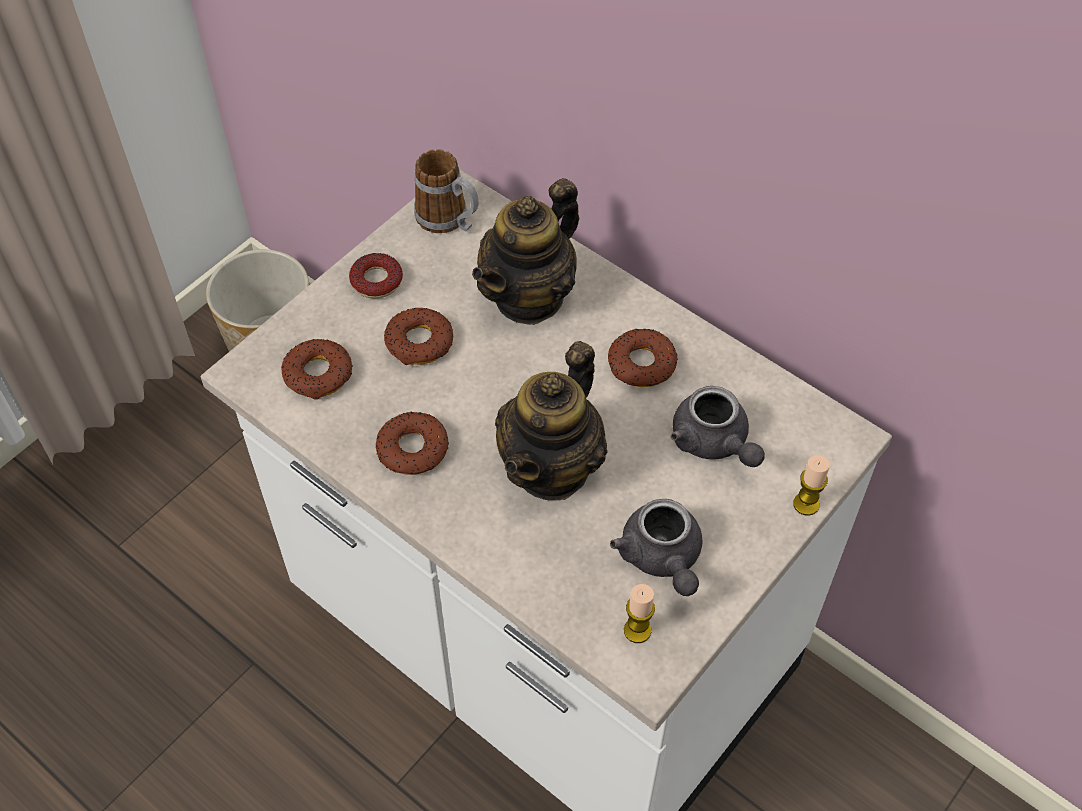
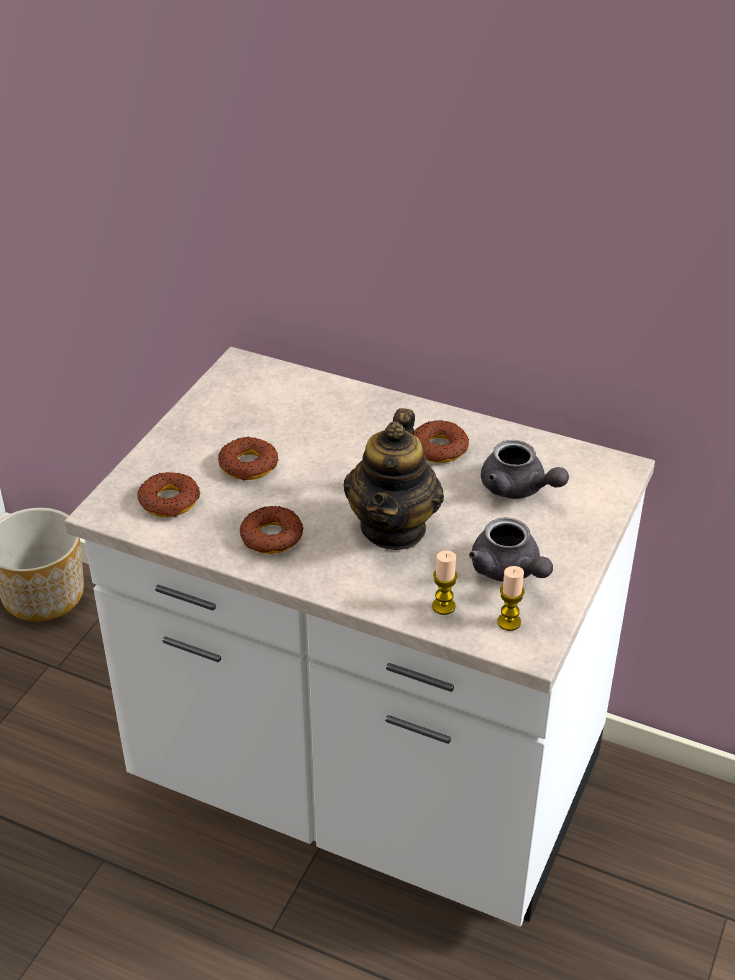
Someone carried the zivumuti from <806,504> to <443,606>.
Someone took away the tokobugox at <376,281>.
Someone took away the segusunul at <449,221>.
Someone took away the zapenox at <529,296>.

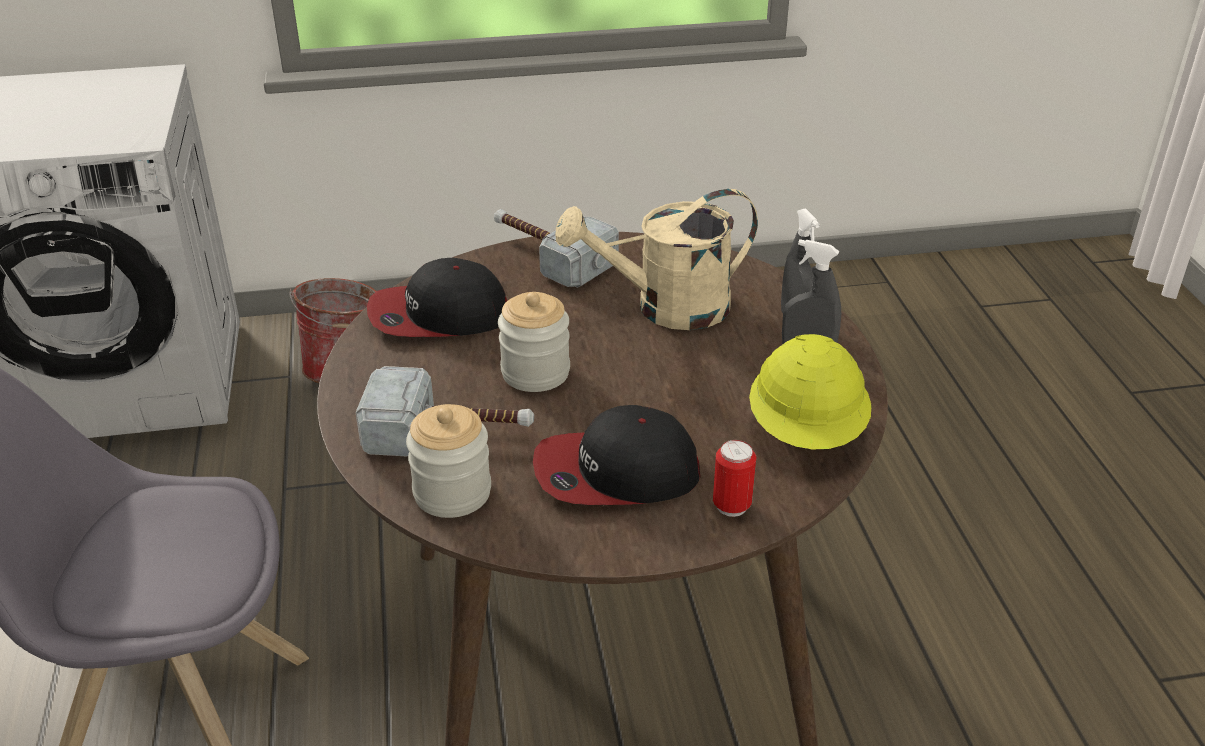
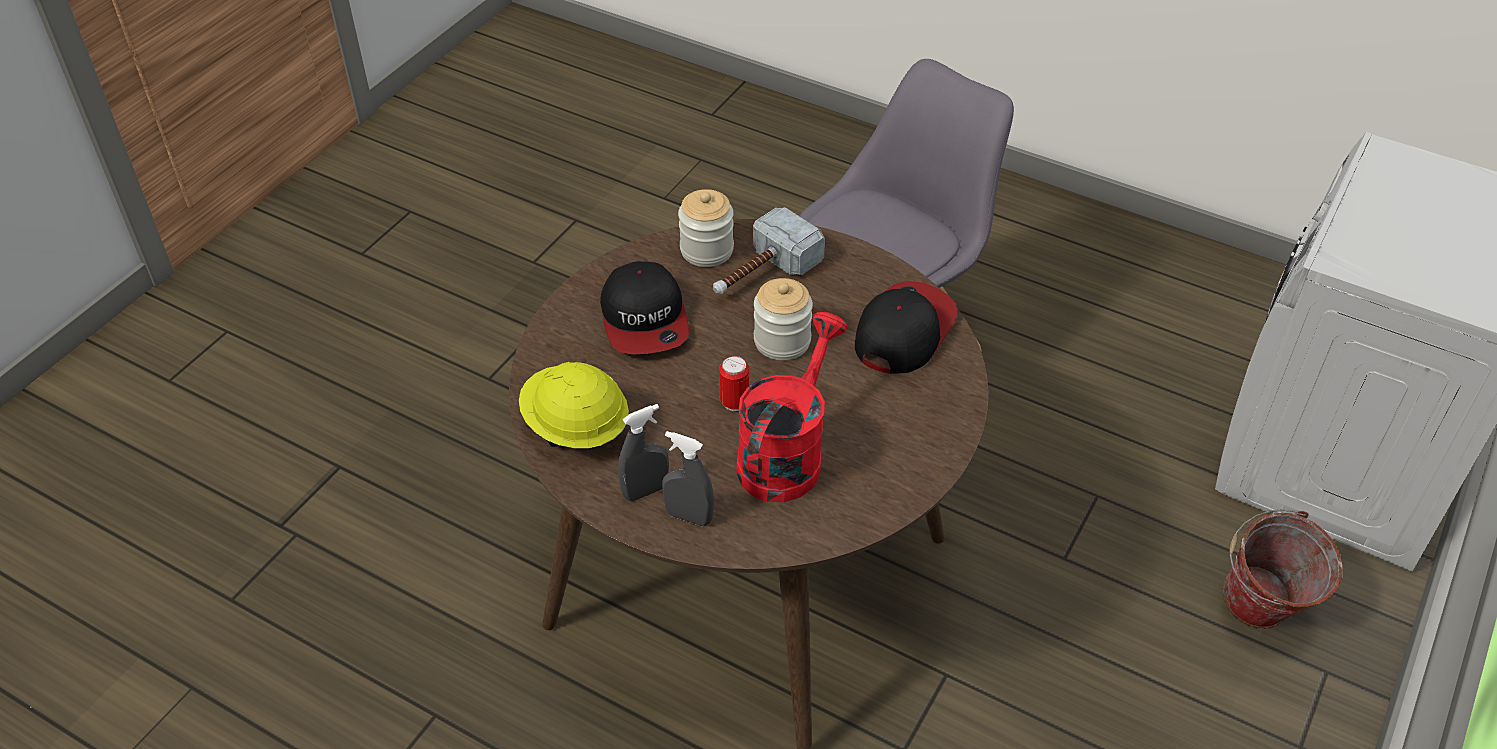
Someone rotated the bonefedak at <615,473> by 135 degrees clockwise.
Someone carried the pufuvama from <731,506> to <734,402>.
Someone repainted the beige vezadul at <666,308>, which became the red vezadul at <786,454>.
Someone took away the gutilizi at <547,255>.

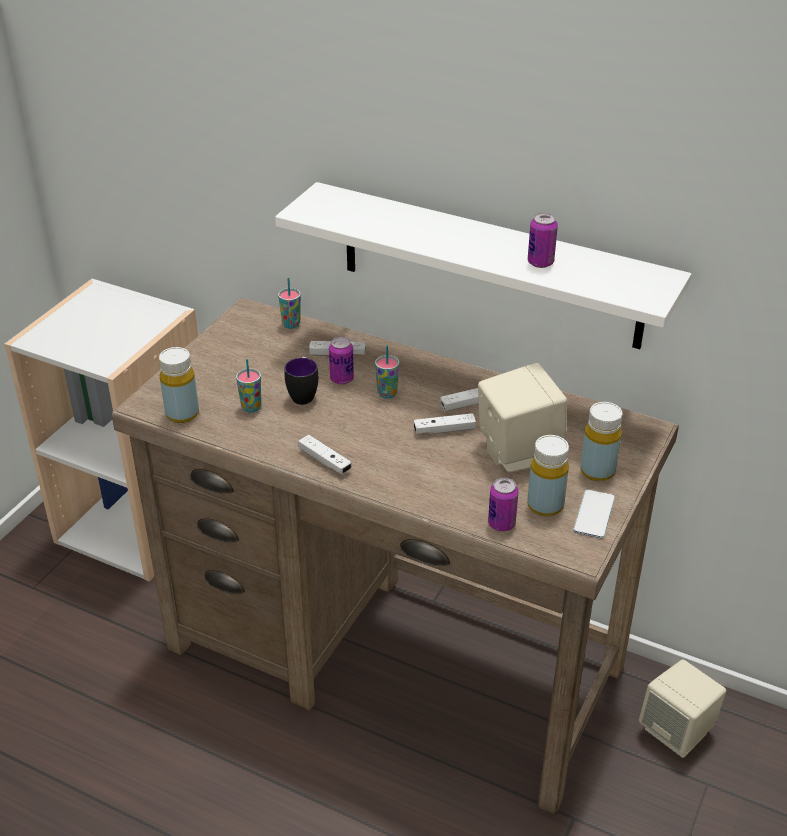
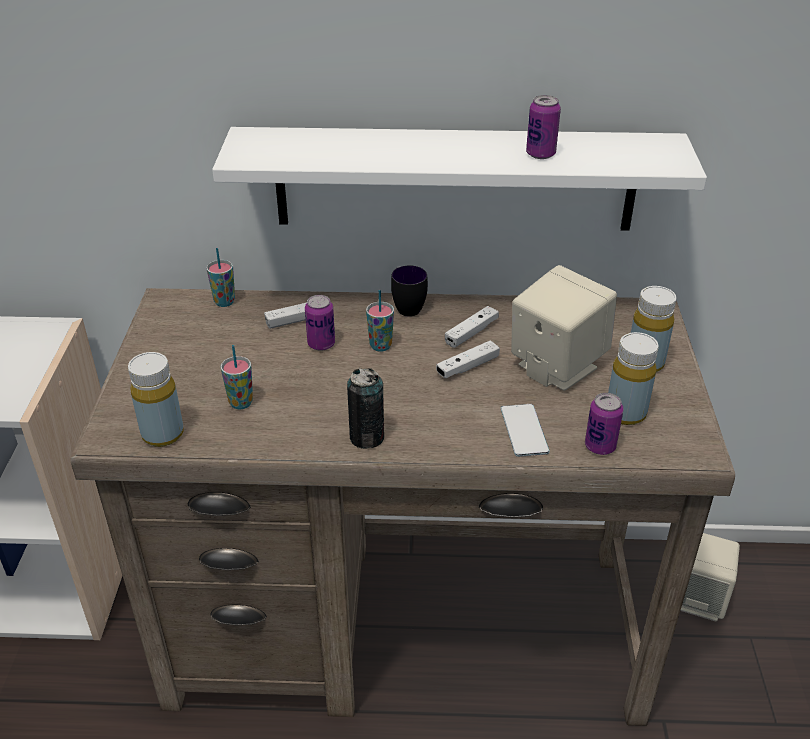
Someone swapped the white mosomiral at <325,461> for the pufuvama at <367,437>.
Someone carried the segusunul from <303,394> to <406,306>.
Someone carried the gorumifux from <594,514> to <524,430>.

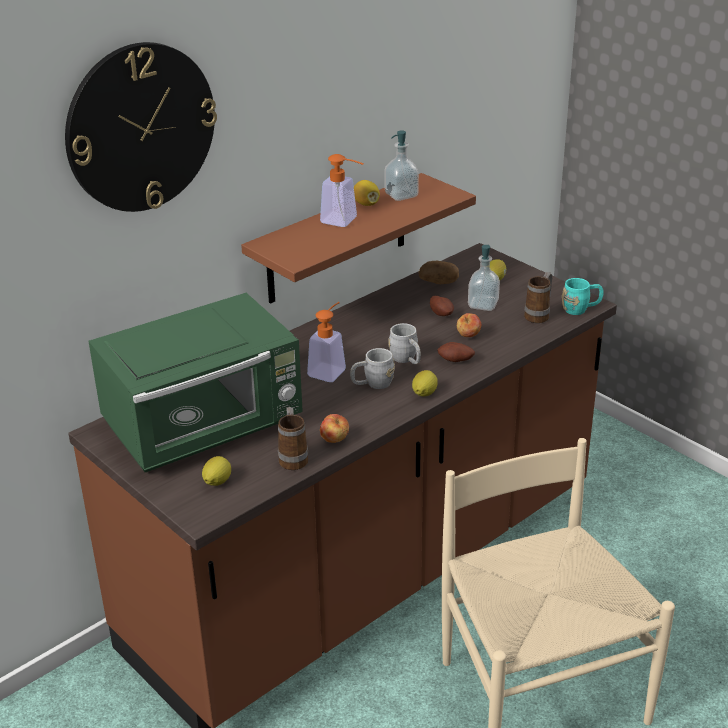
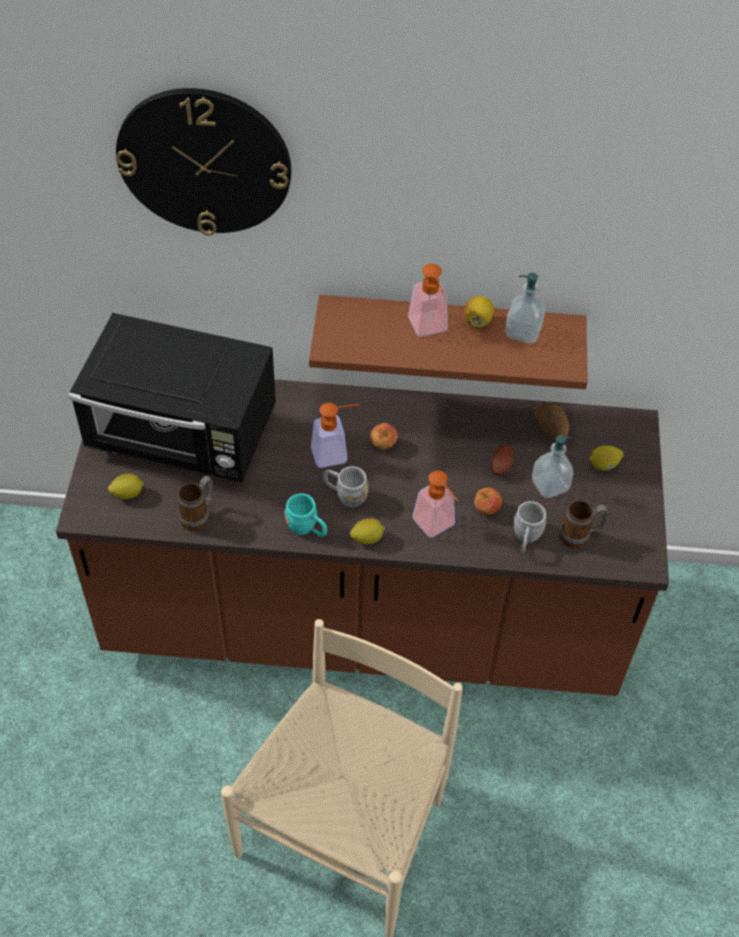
Someone repainted the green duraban at <206,427>, which became the black duraban at <184,436>.
Someone carried the turquoise segusunul from <581,309> to <307,529>.
Someone carried the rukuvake from <334,440> to <383,444>.
Someone swapped the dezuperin at <455,361> for the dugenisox at <437,527>.
Someone carried the grey segusunul from <406,360> to <525,539>.

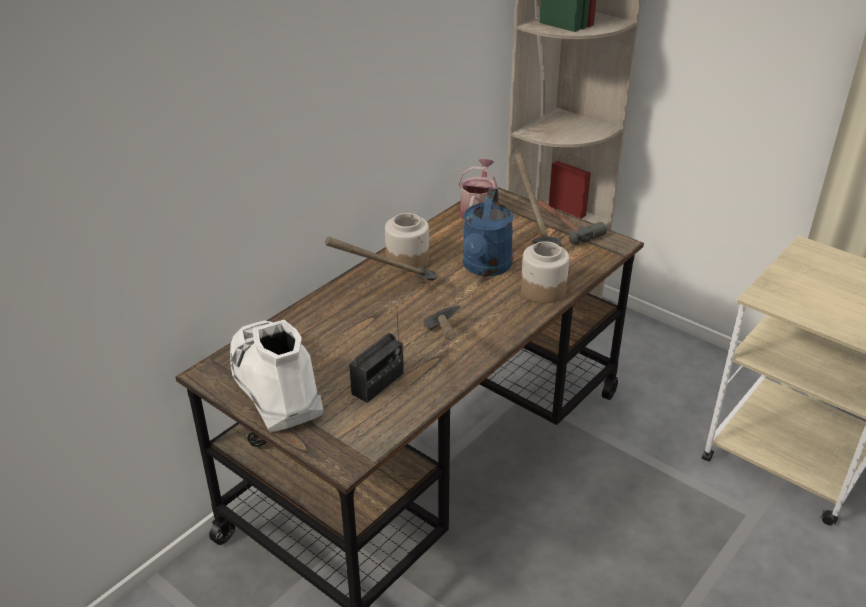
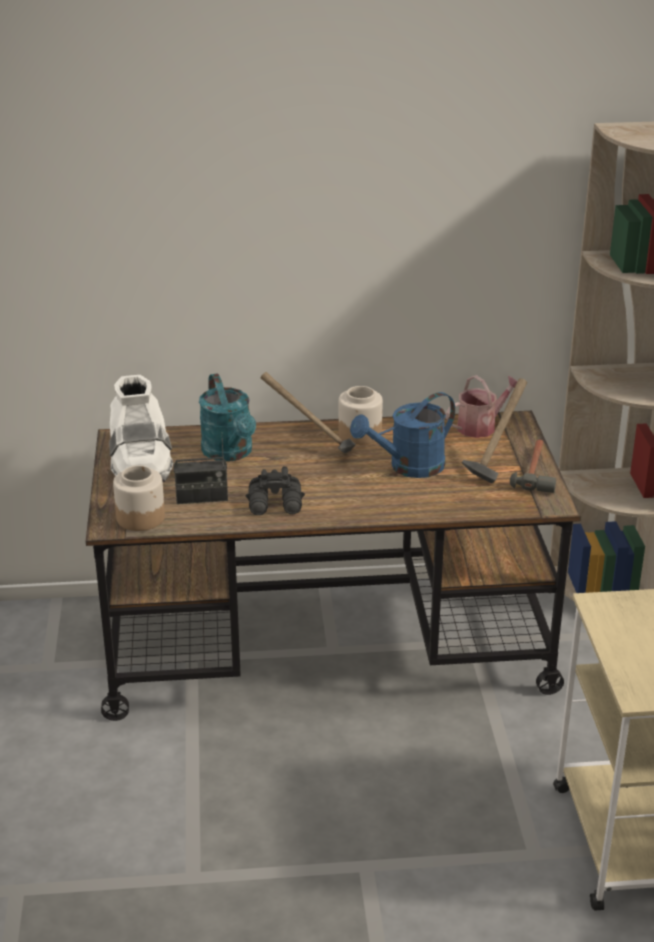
Someone rotated the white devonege at <274,386> by 150 degrees clockwise.
Someone carried the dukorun from <542,290> to <141,517>.
Someone put down the turquoise vezadul at <230,453>.
Someone swapped the gutilizi at <445,353> for the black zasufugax at <276,504>.

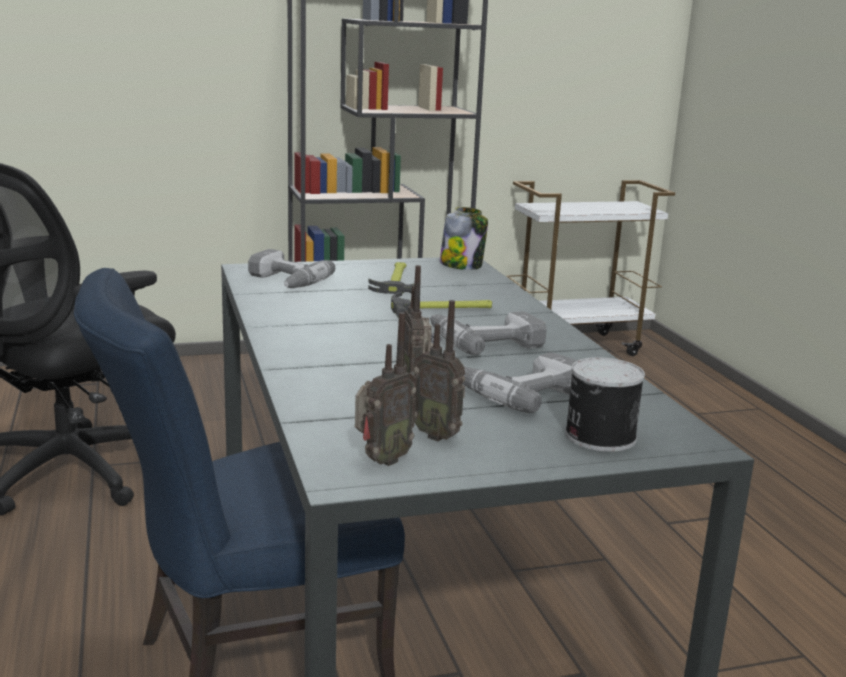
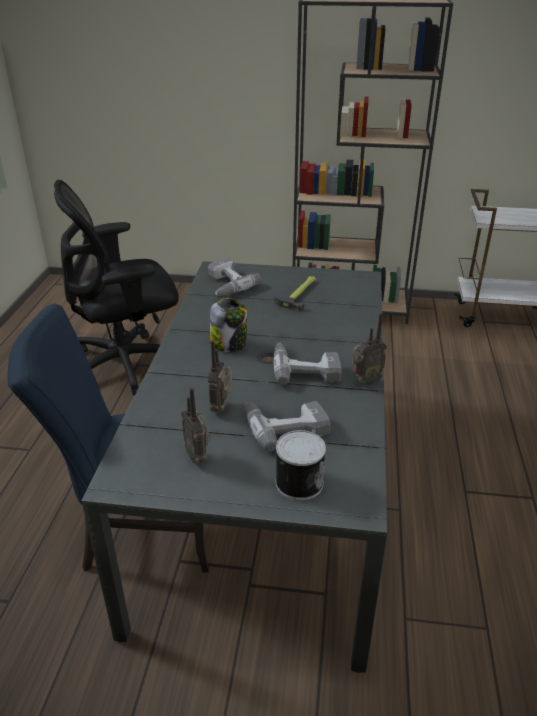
Someone carried the dukorun from <462,265> to <229,344>.
Someone carried the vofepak from <381,461> to <365,381>.
Someone took away the gutilizi at <442,310>.

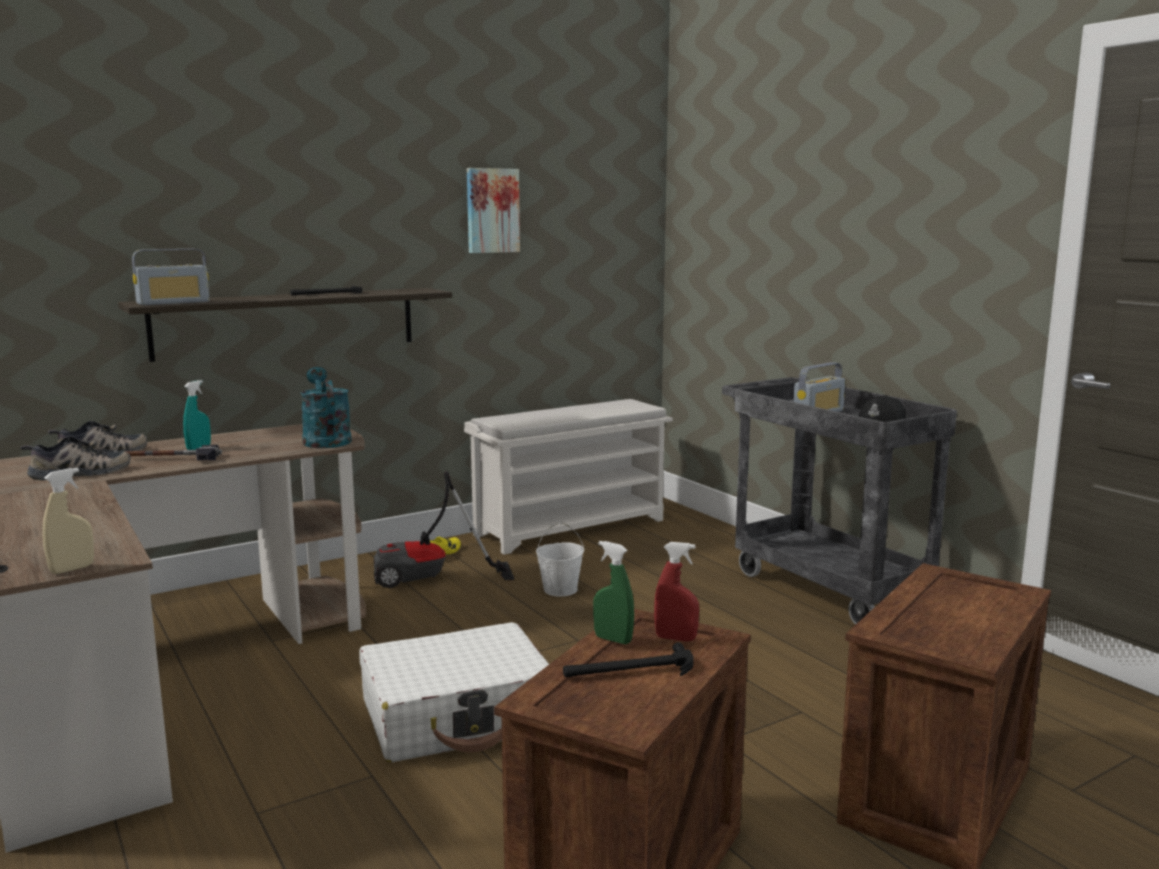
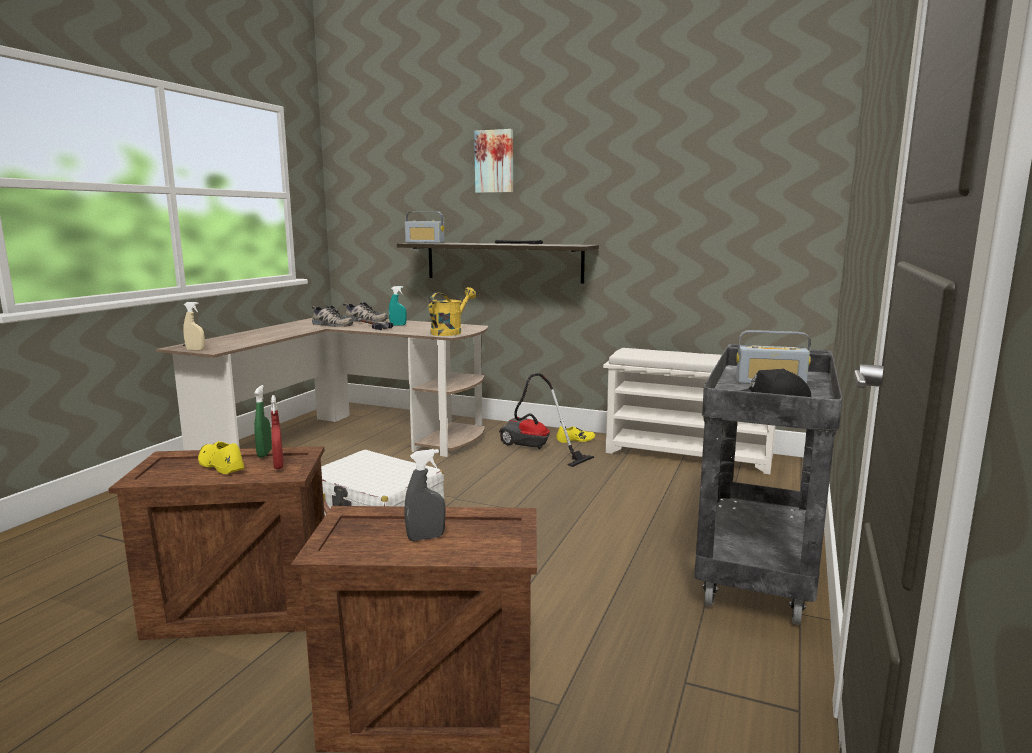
Someone swapped the gutilizi at <629,669> for the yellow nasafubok at <220,465>.
Someone put down the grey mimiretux at <426,537>.
Someone repainted the turquoise vezadul at <325,440>, which became the yellow vezadul at <450,332>.
Someone carried the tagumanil from <492,210> to <495,161>.
Someone took away the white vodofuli at <560,590>.

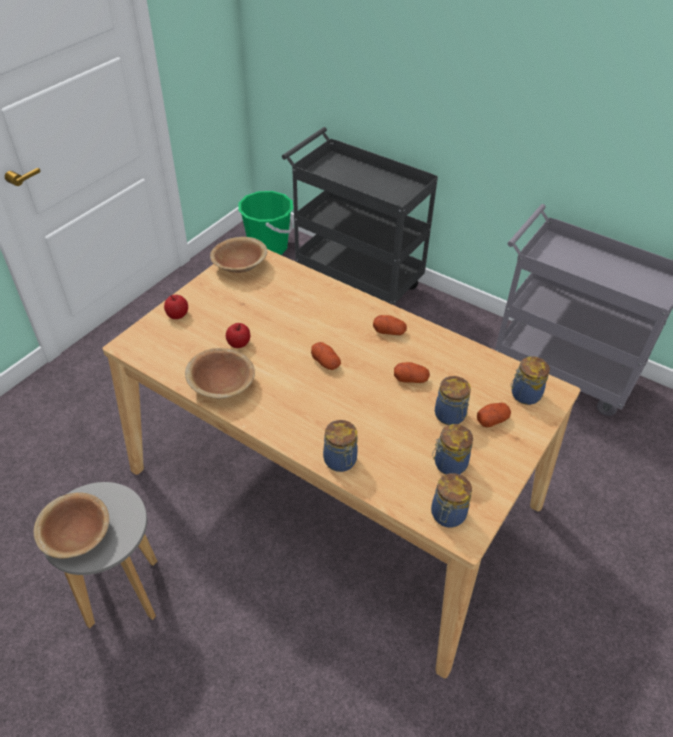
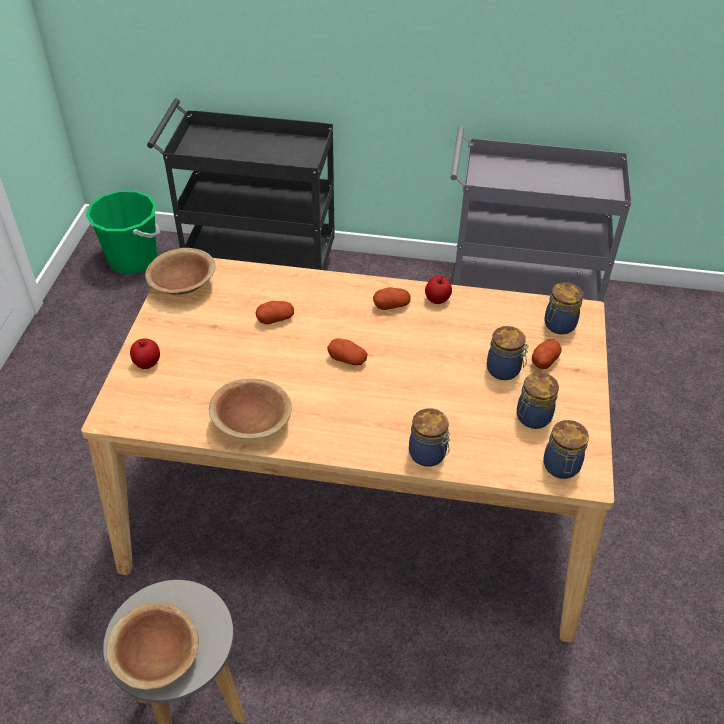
Someone carried the dezuperin from <410,379> to <275,319>.
Someone carried the rukuvake from <239,343> to <437,299>.

